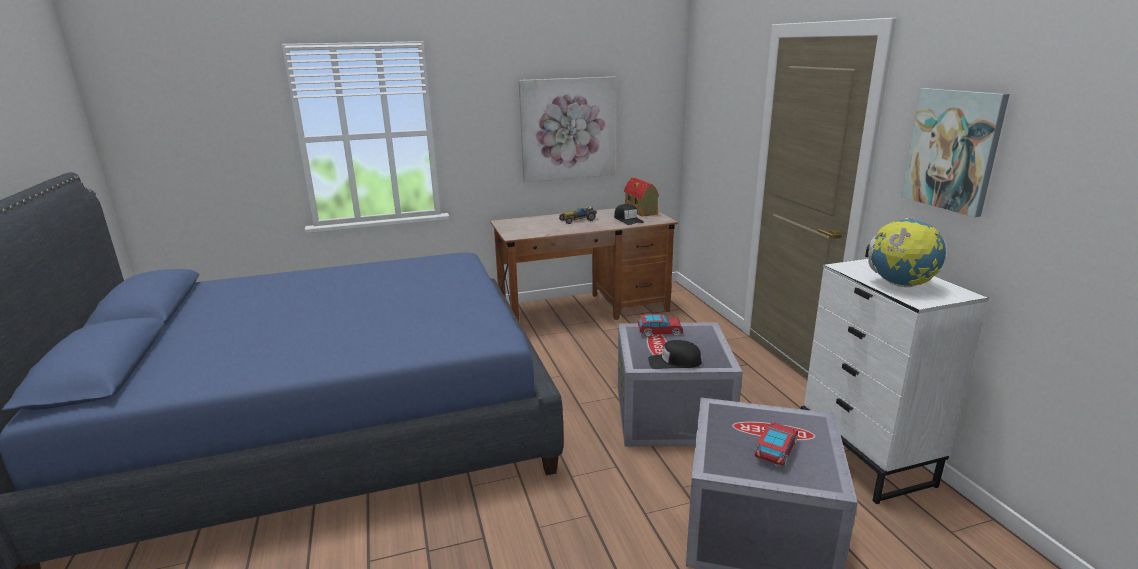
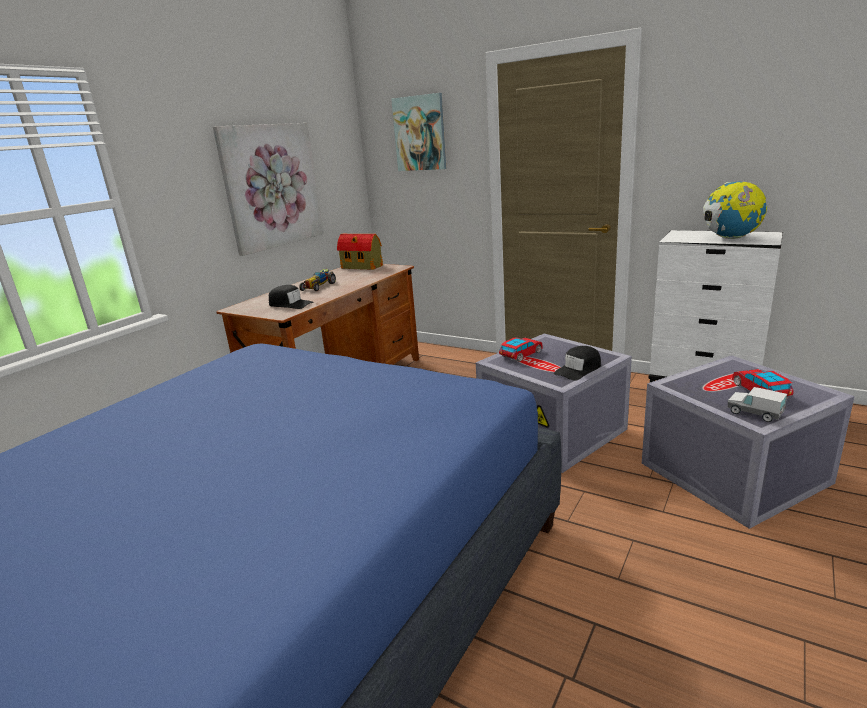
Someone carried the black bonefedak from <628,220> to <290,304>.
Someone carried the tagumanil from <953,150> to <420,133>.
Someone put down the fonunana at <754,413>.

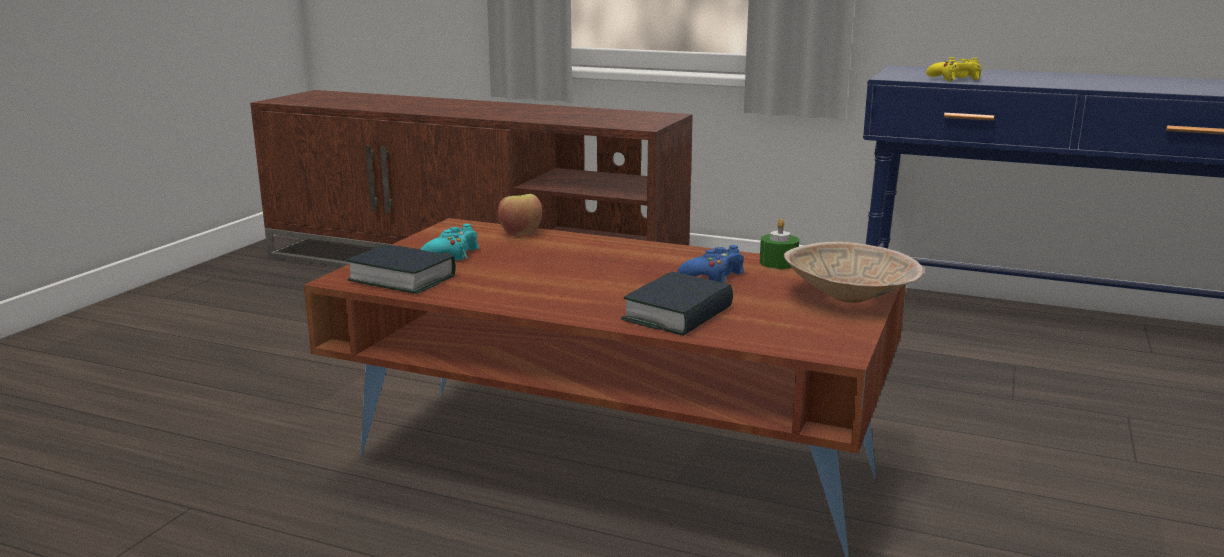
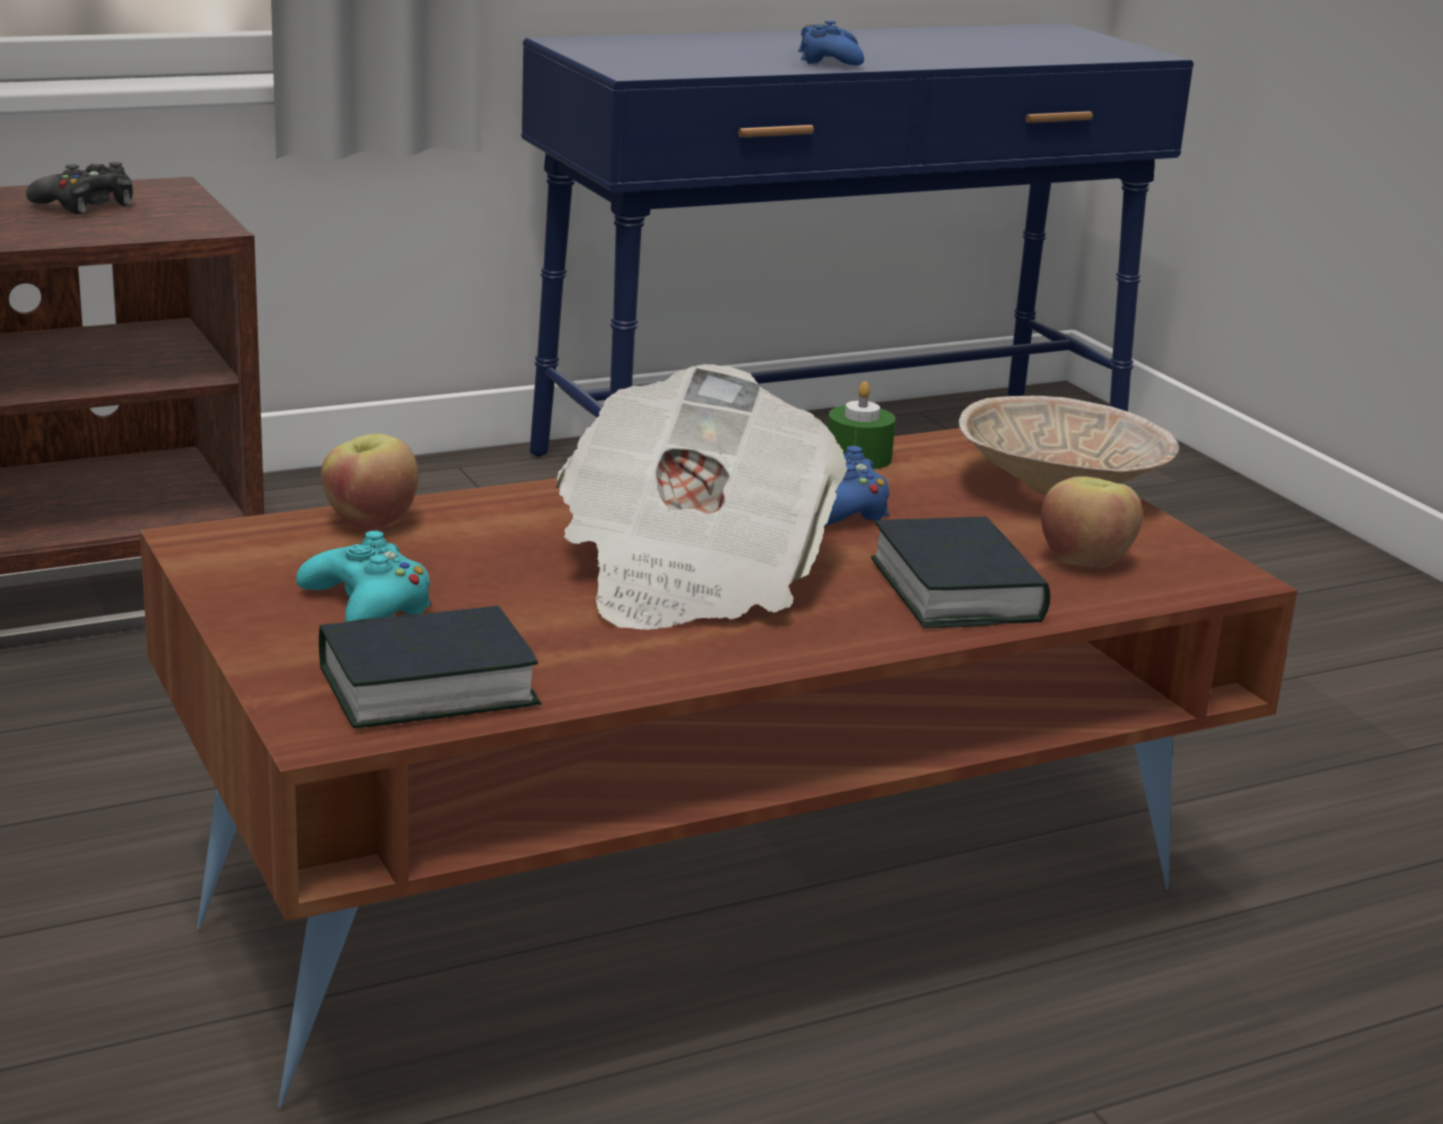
Someone put down the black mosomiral at <86,204>.
Someone put down the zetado at <690,573>.
Someone put down the blue mosomiral at <829,60>.
Someone put down the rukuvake at <1085,560>.
Someone took away the yellow mosomiral at <955,79>.

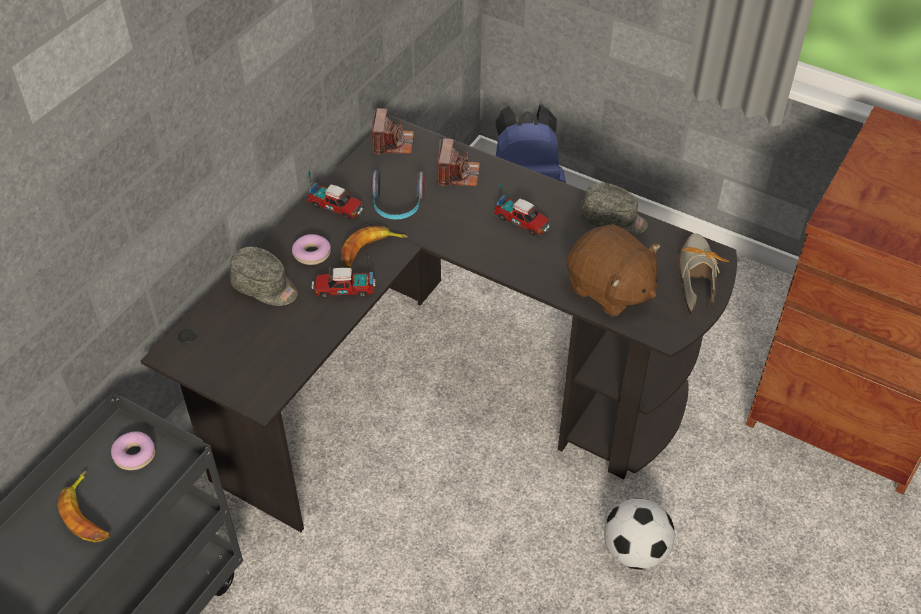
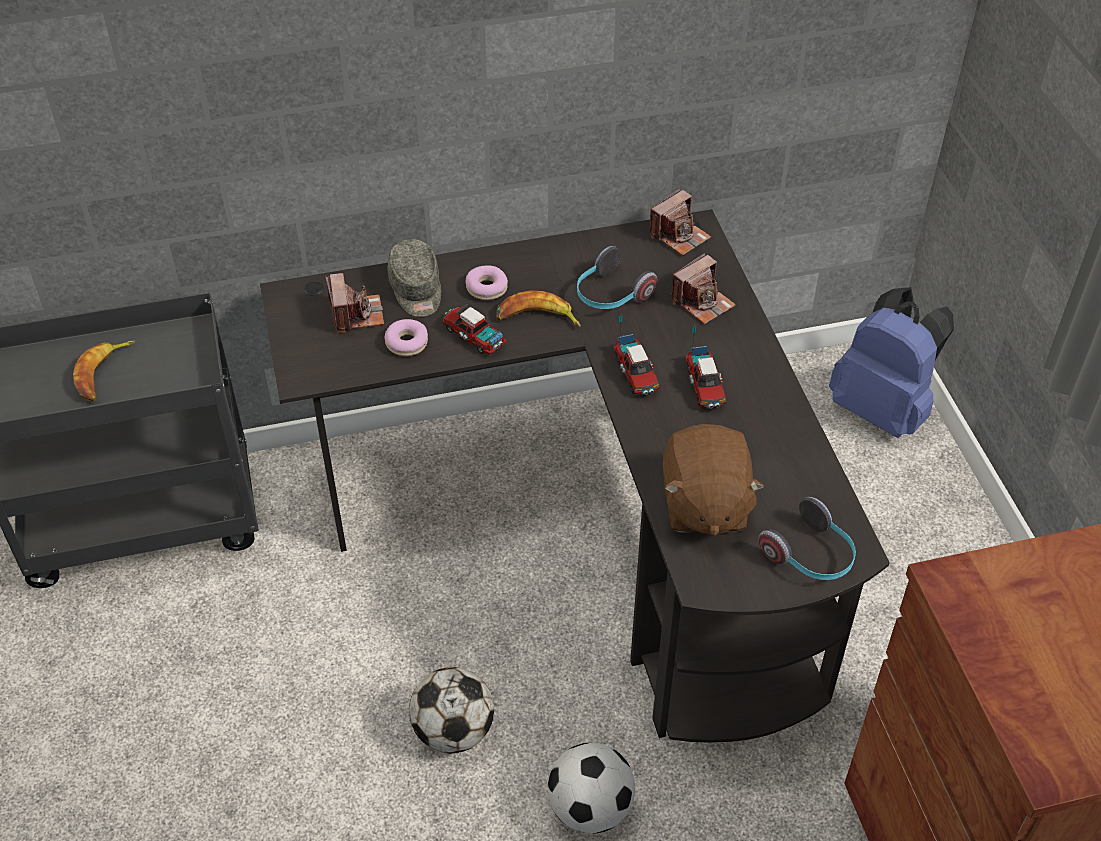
Someone put down the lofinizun at <356,314>.
Someone carried the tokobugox from <134,455> to <407,343>.
Someone put down the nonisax at <453,731>.
Someone carried the fonunana from <336,207> to <636,373>.
Someone swapped the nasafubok at <697,275> for the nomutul at <810,556>.
Someone took away the grey bonefedak at <613,220>.

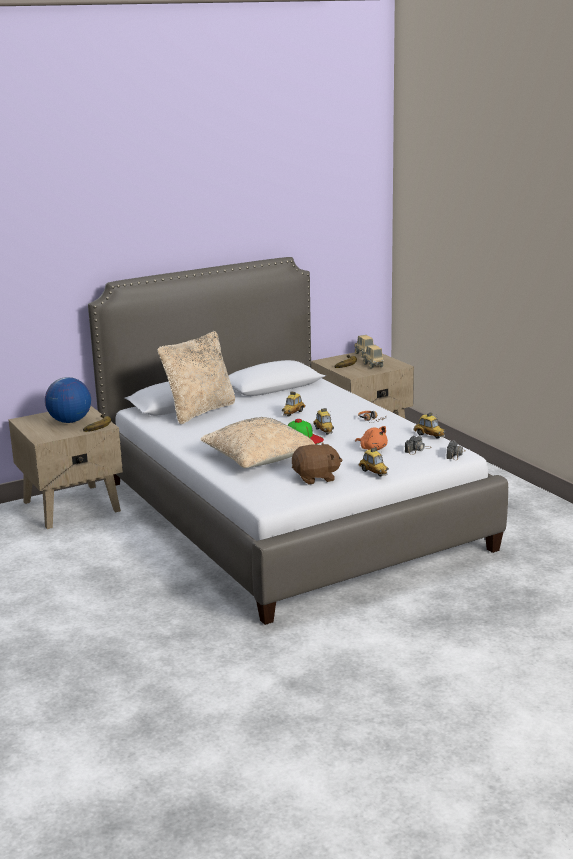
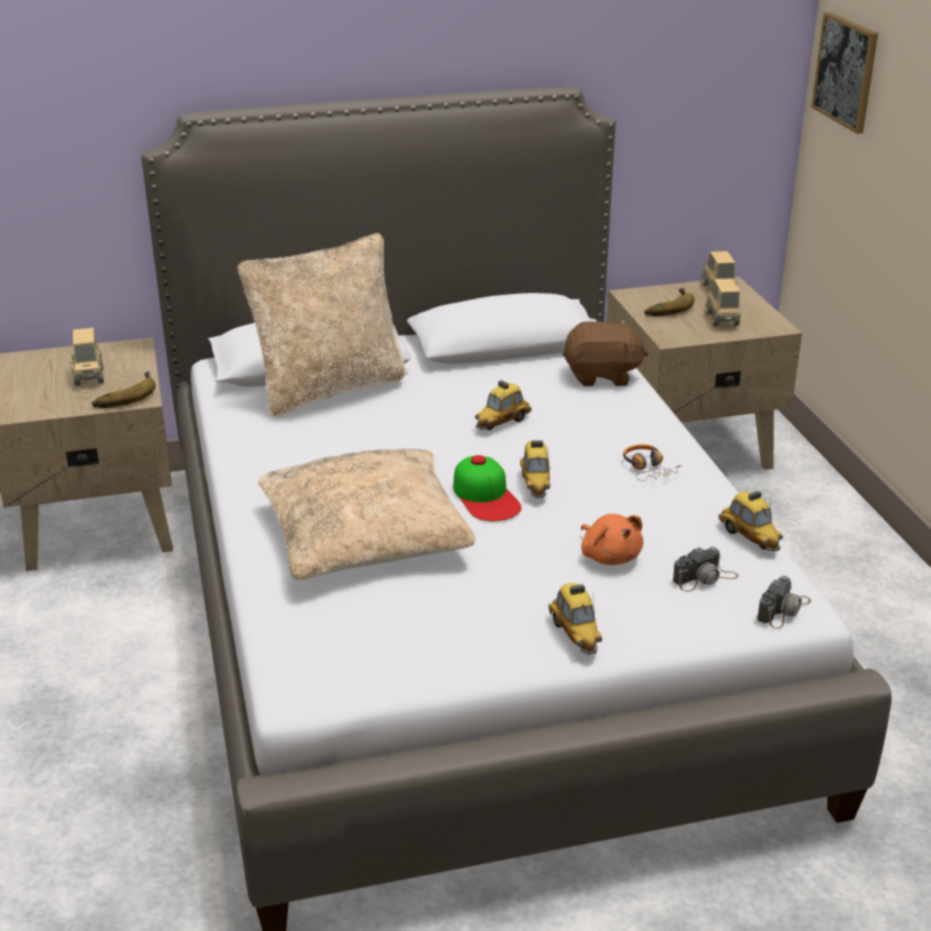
Someone swapped the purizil at <69,421> for the fonunana at <89,376>.
Someone carried the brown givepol from <316,478> to <601,376>.
Someone put up the tagumanil at <846,71>.

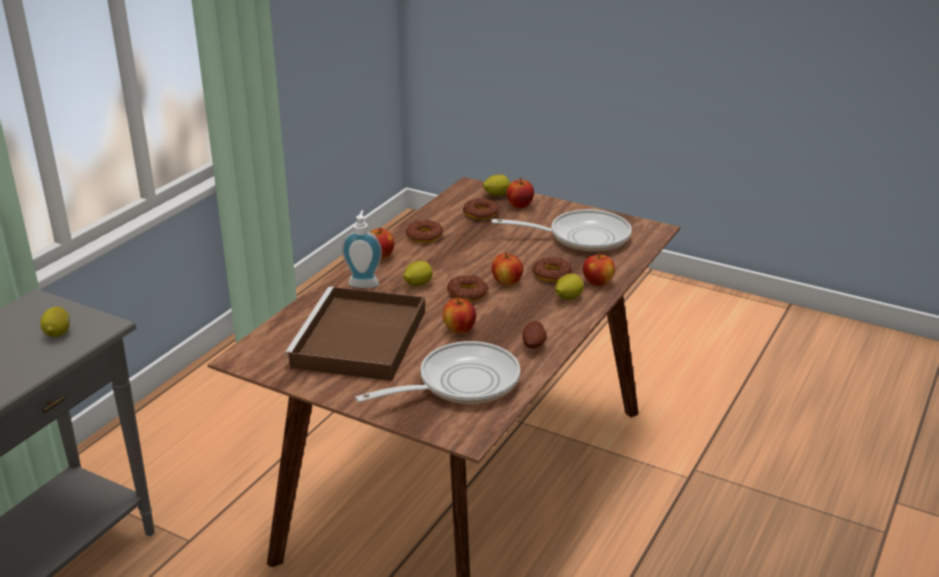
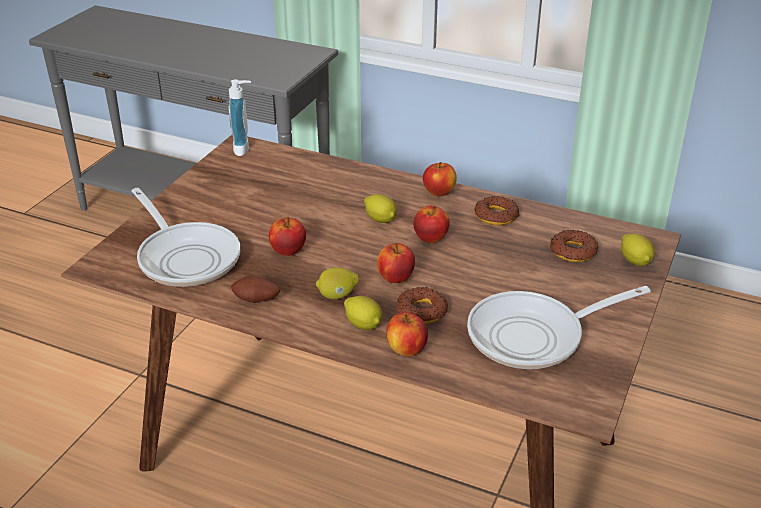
Someone carried the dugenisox from <364,282> to <245,149>.
Someone carried the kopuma from <58,333> to <337,295>.
Someone carried the rukuvake from <519,205> to <430,238>.
Someone rotated the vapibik at <582,237> by 75 degrees clockwise.
Someone took away the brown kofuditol at <359,340>.
Someone took away the tokobugox at <467,293>.

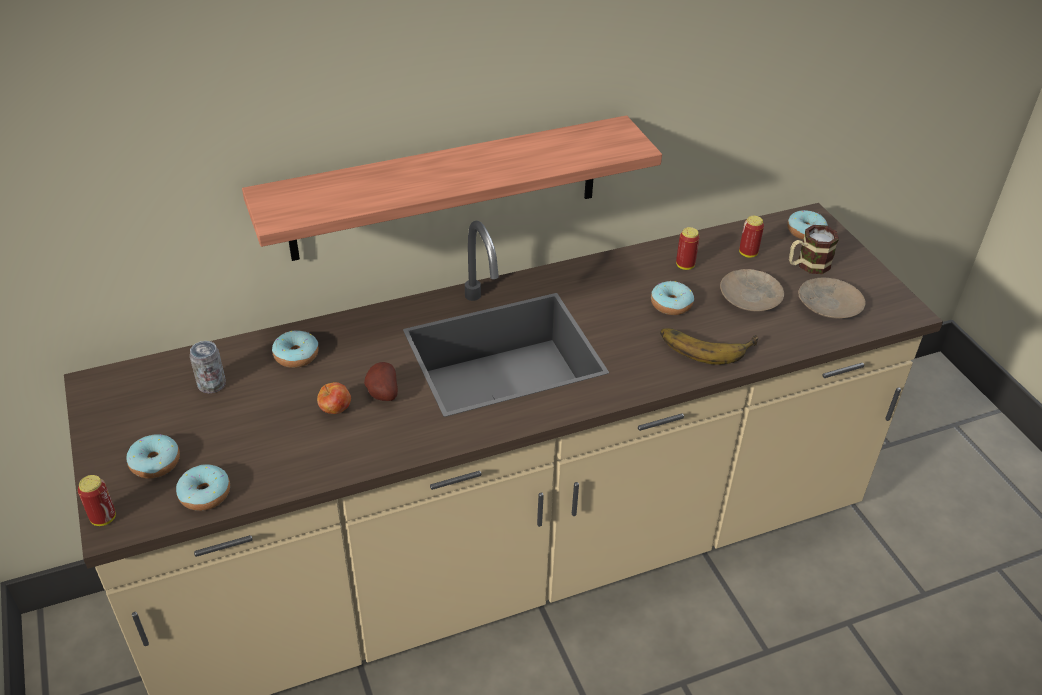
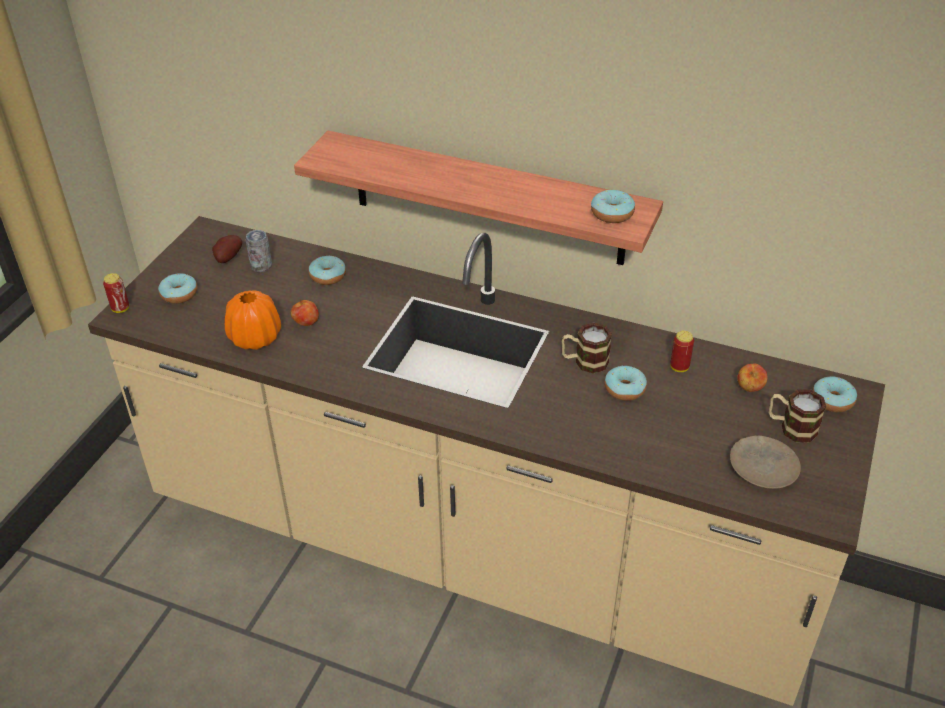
Someone carried the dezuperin from <381,394> to <227,258>.
Someone put down the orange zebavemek at <255,338>.
Someone put down the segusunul at <584,361>.
Someone carried the tokobugox from <205,494> to <612,213>.
Someone swapped the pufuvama at <748,253> for the rukuvake at <749,388>.
Someone took away the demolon at <706,343>.
Someone took away the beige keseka at <750,297>.

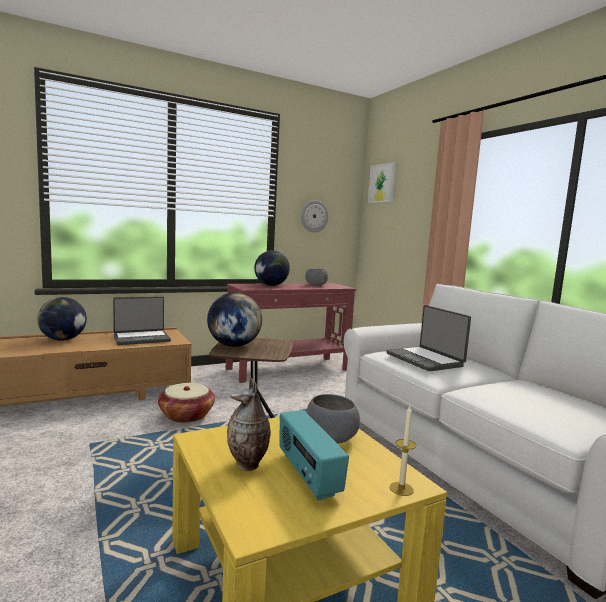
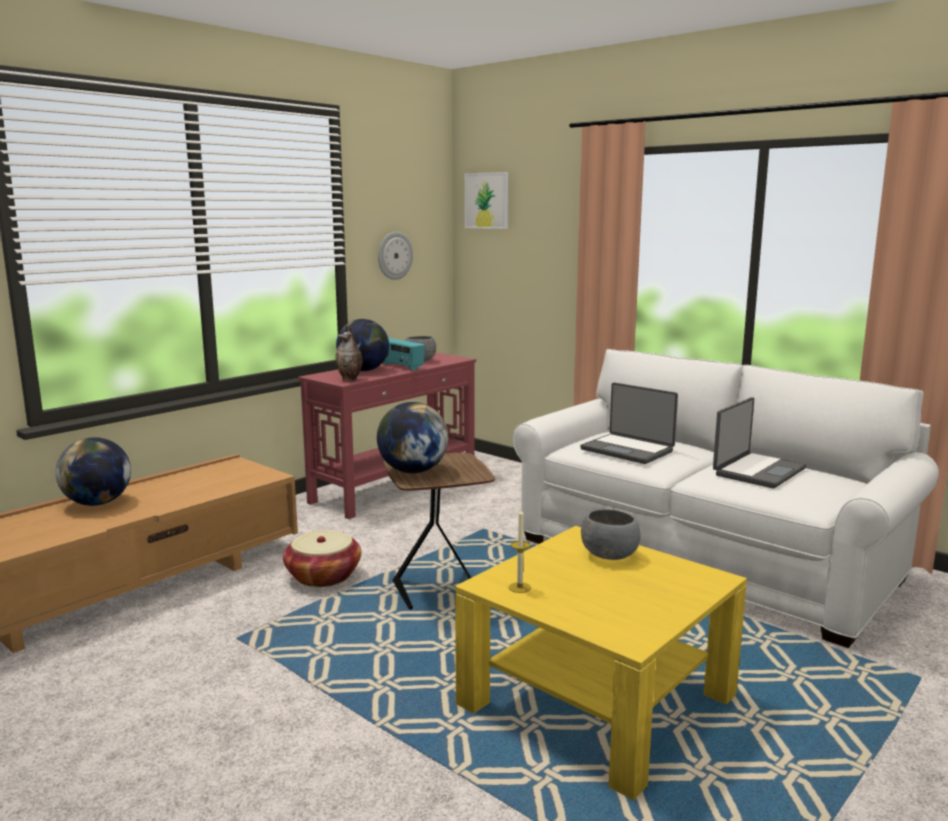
Someone carried the zebavemek from <248,465> to <350,379>.
Someone carried the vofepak from <307,475> to <400,366>.
Someone carried the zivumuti from <401,489> to <519,587>.
Someone carried the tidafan from <141,338> to <757,471>.

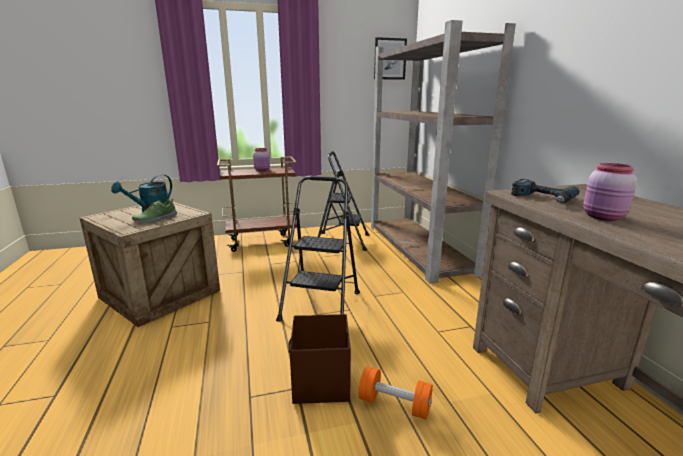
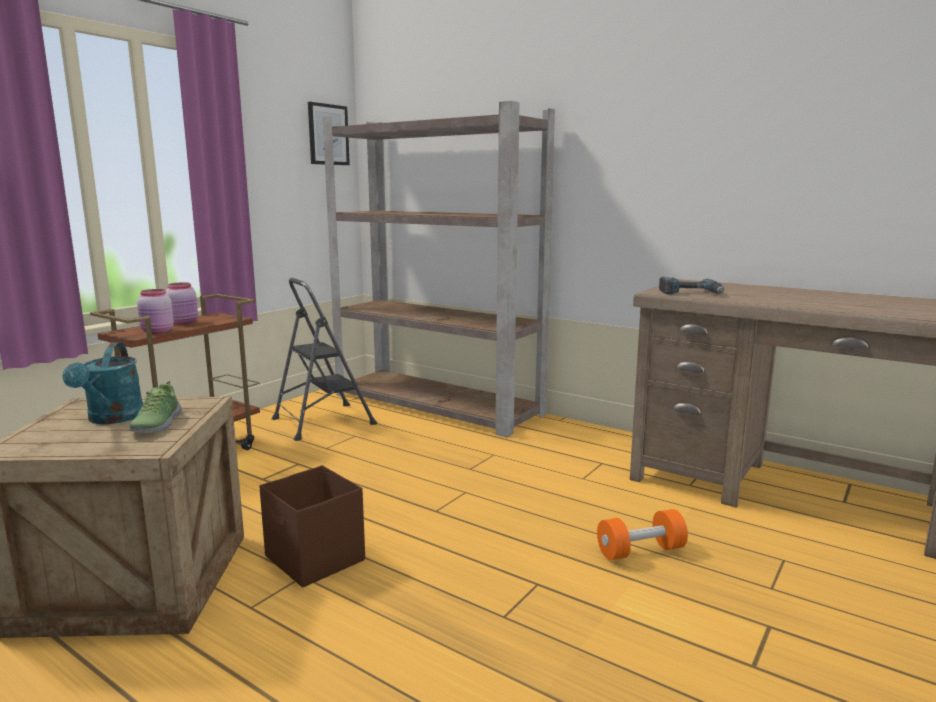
Someone carried the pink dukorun from <603,217> to <157,332>.
Someone carried the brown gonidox from <320,383> to <315,559>.
Someone took away the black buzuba at <321,304>.

